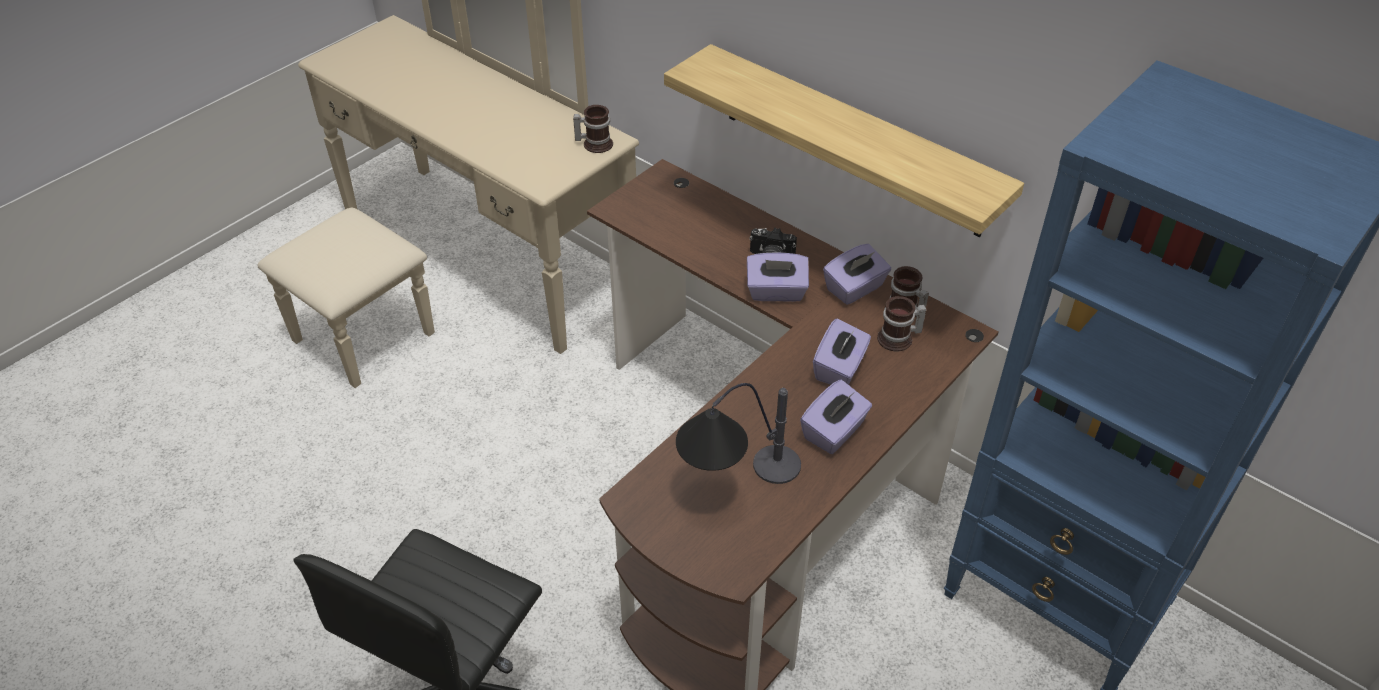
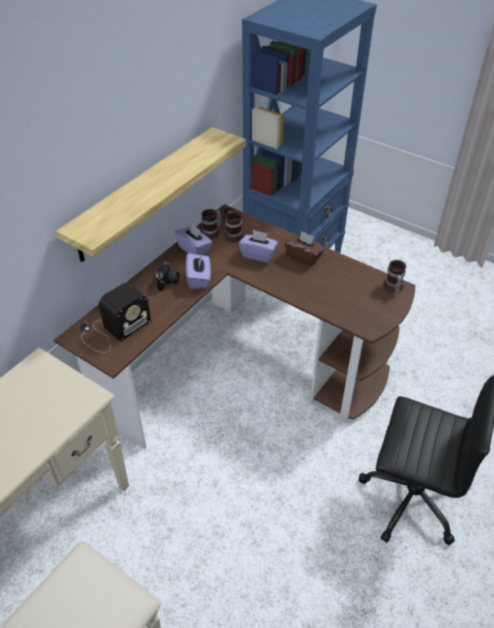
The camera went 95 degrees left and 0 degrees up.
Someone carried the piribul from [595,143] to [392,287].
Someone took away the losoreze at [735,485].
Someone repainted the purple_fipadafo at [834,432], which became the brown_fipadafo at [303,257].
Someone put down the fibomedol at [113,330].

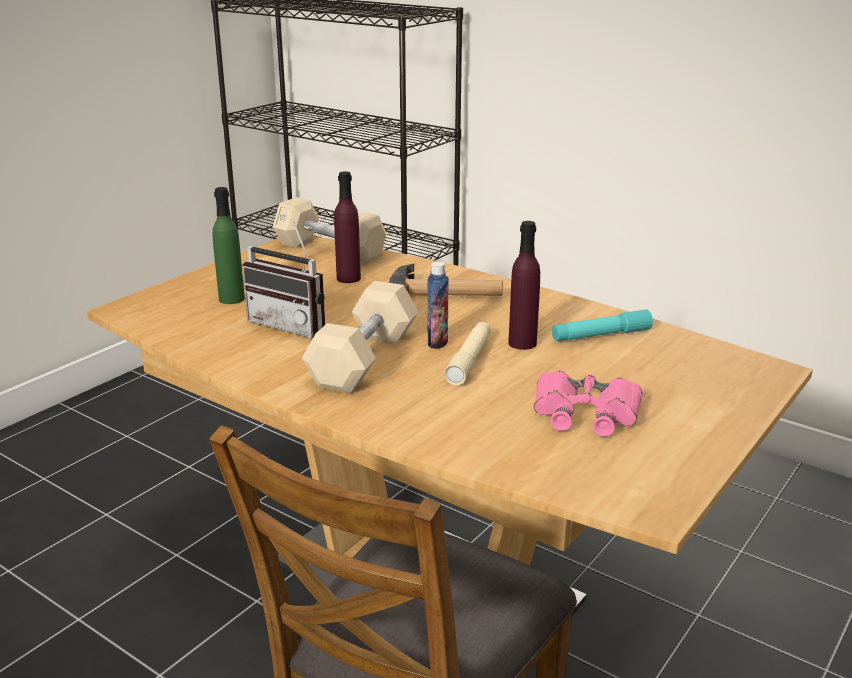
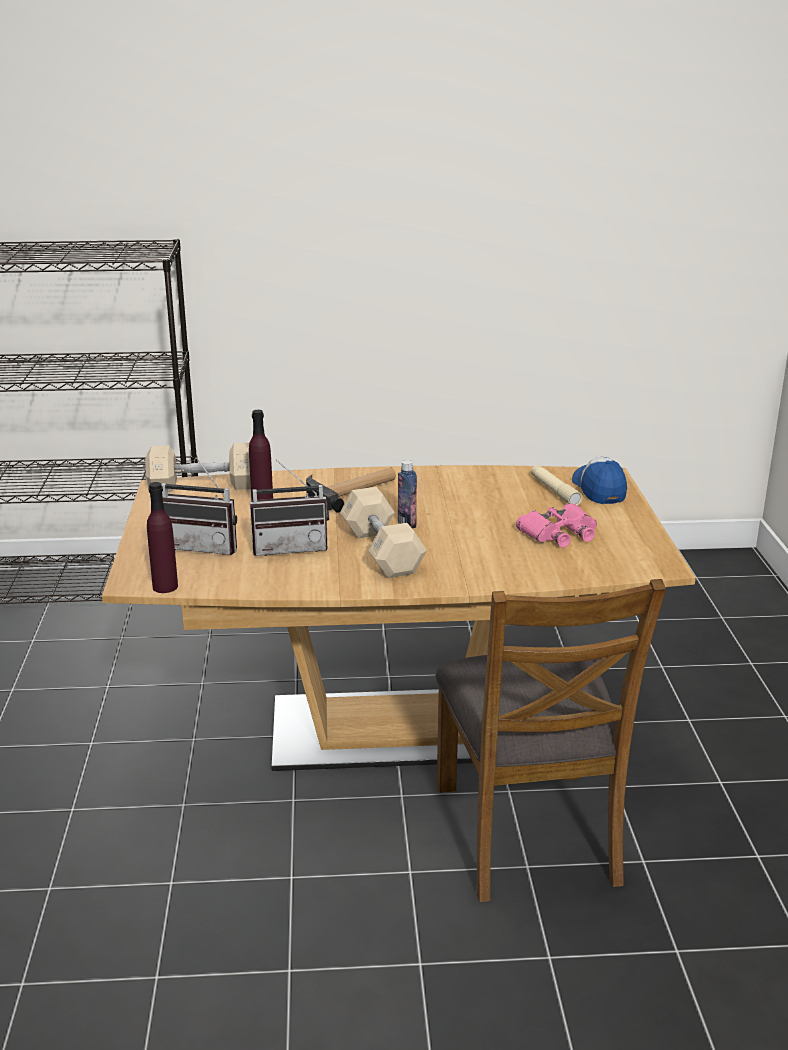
The camera went 40 degrees left and 0 degrees up.
Someone swapped the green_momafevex at [231,299] for the fibomedol at [204,546].
Someone carried the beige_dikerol from [469,360] to [554,491].
Someone carried the purple_momafevex from [522,343] to [165,587].
Someone took away the turquoise_dikerol at [601,335].
Someone put down the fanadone at [599,489].

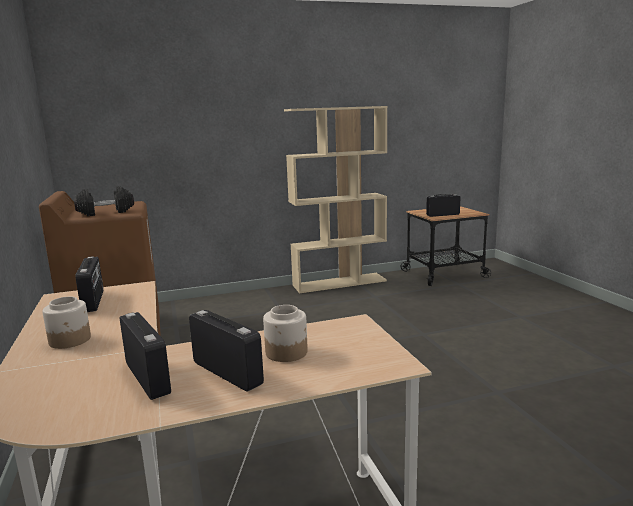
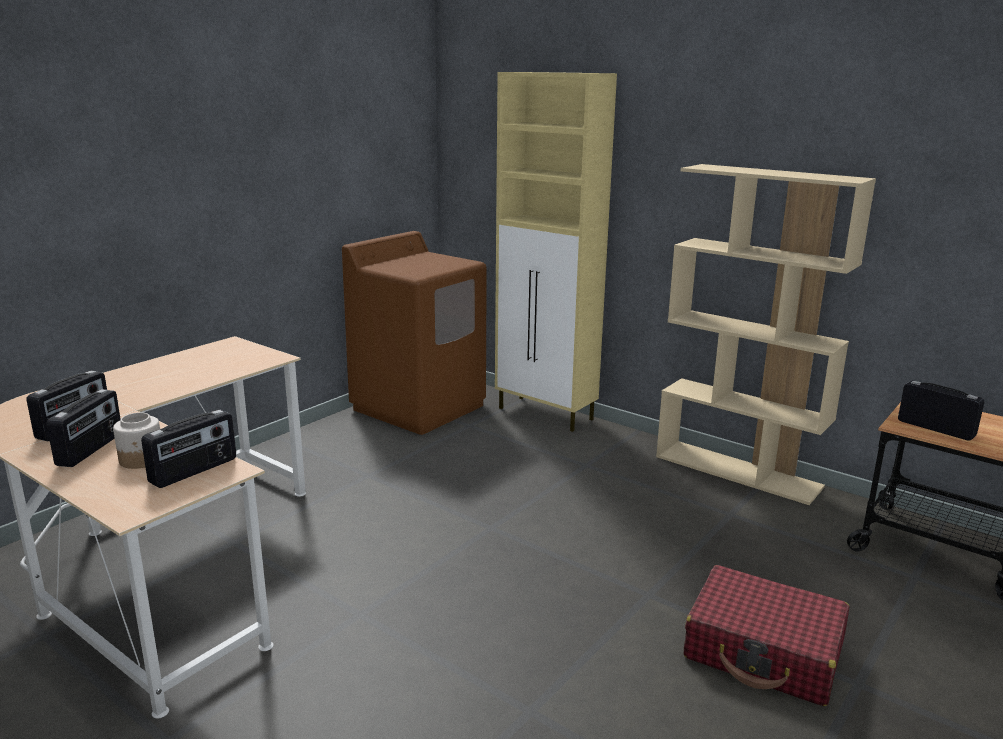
The camera went 55 degrees right and 5 degrees up.
Someone took away the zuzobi at [70,340].
Someone took away the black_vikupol at [106,212].
Someone carried the fibomedol from [94,301] to [194,471].
Someone put down the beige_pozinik at [546,414].
Someone put down the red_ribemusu at [764,651].

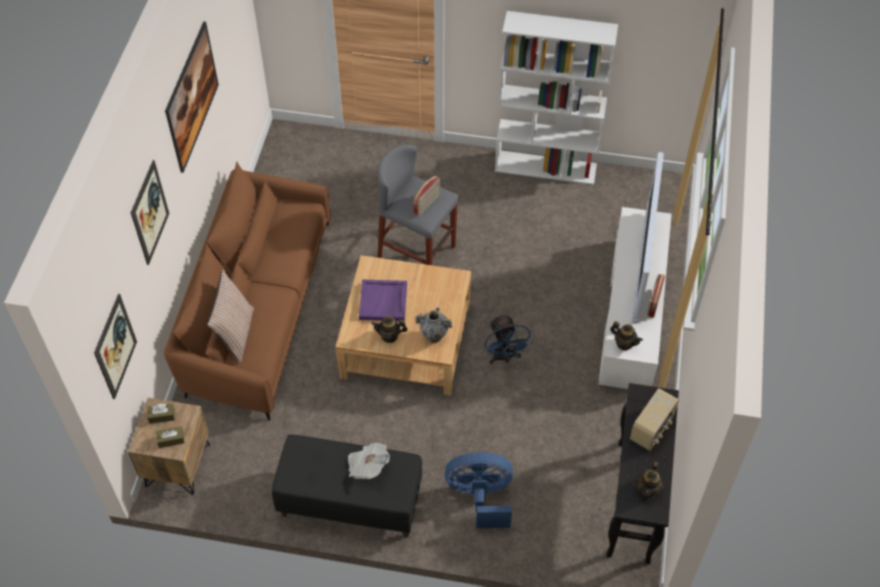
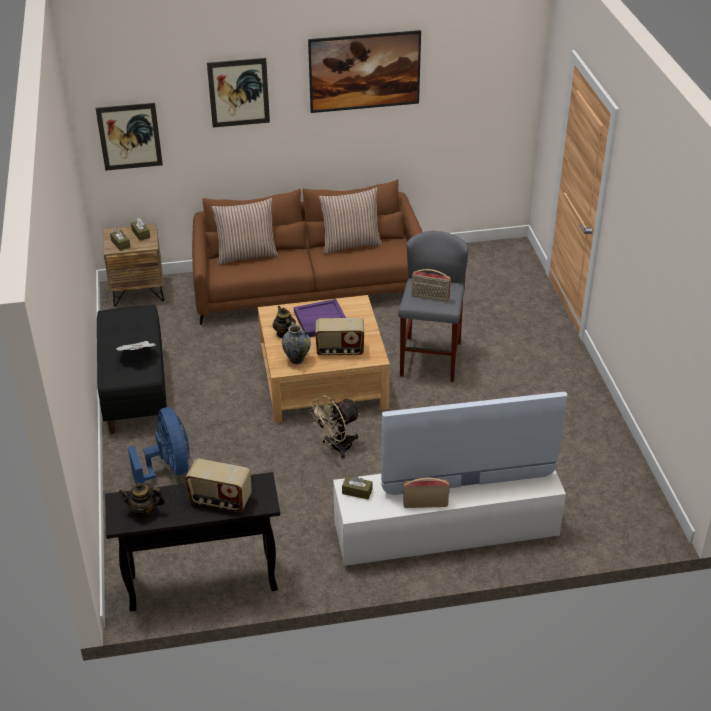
The camera went 70 degrees right and 15 degrees down.
Someone repainted the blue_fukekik at [504,357], which became the beige_fukekik at [336,447].
Someone took away the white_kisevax at [546,167].
Someone swapped the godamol at [624,343] for the brown_fipadafo at [357,491].
Someone put down the fibomedol at [340,350].
Someone put down the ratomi at [350,244].

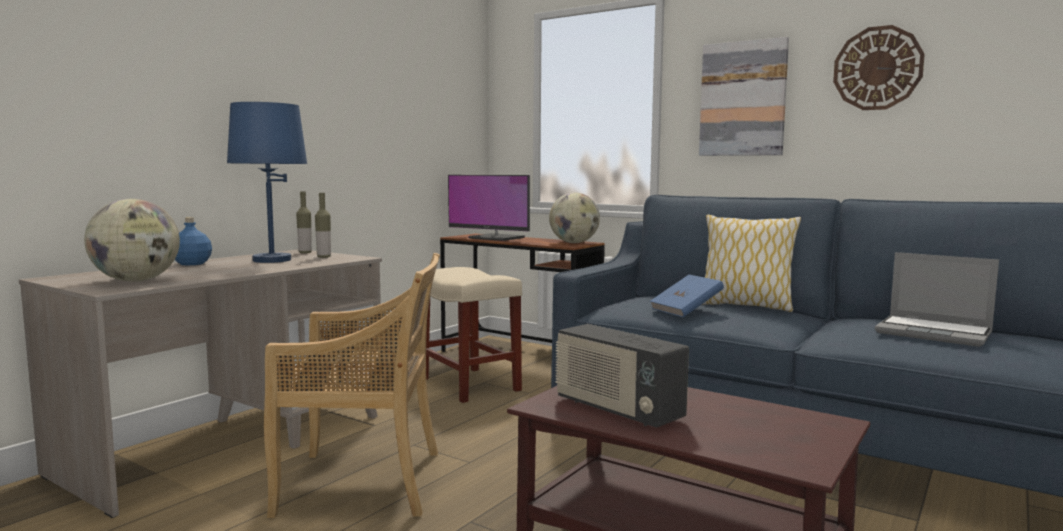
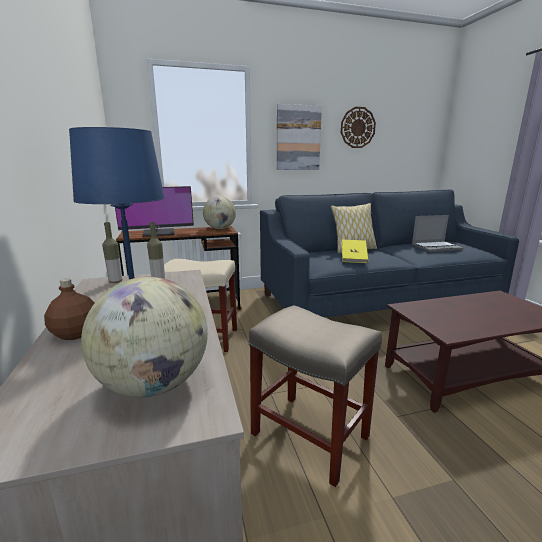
The camera went 50 degrees left and 10 degrees up.
Someone repainted the blue_momafevex at [192,264], which became the brown_momafevex at [76,333].
Someone swapped the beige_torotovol at [365,483] for the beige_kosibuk at [311,435].
Someone took away the fibomedol at [617,410].
Someone repainted the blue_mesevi at [686,311], which became the yellow_mesevi at [354,259].

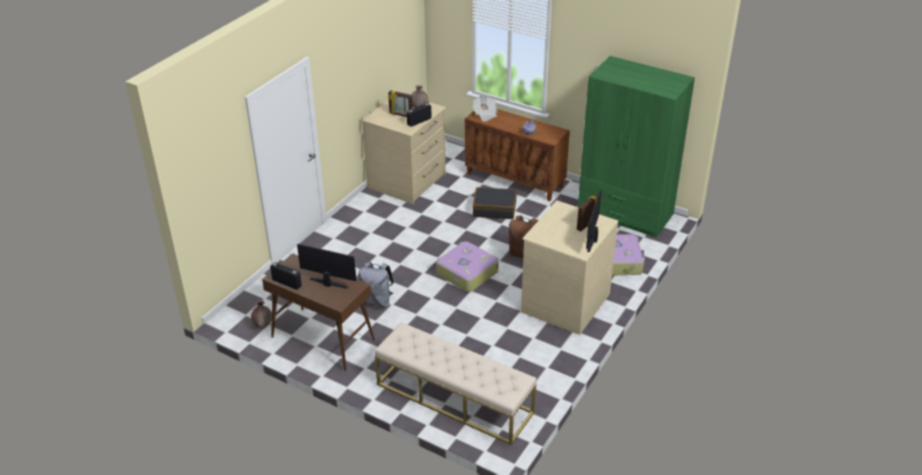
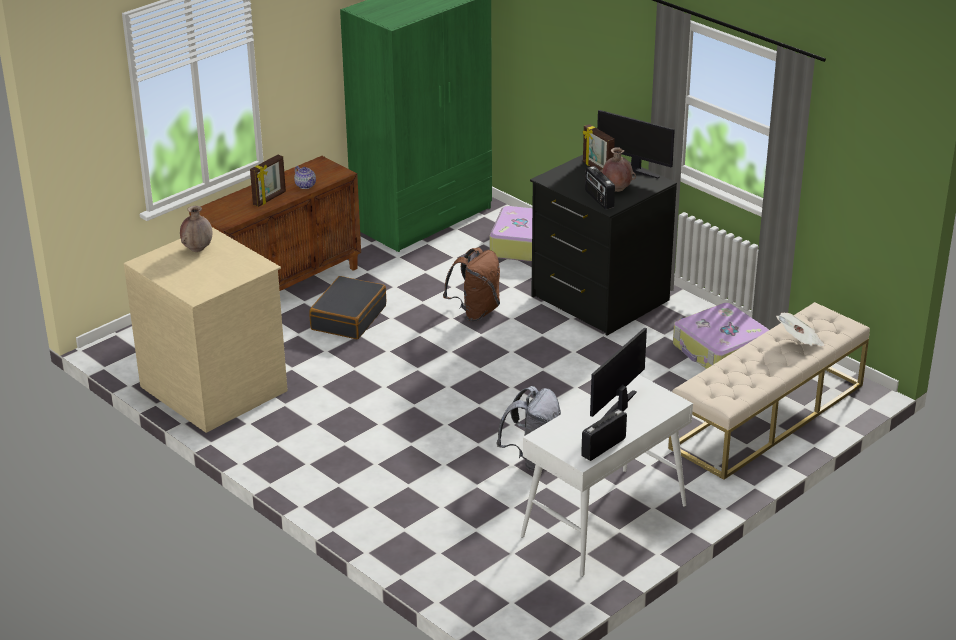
The camera went 75 degrees left and 5 degrees down.
Someone carried the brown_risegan from [263,325] to [616,189].
Someone repainted the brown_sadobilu at [322,339], which became the white_sadobilu at [604,522].
Someone carried the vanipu from [400,115] to [270,199].
Someone carried the fibomedol from [419,121] to [598,199].
Someone carried the ribemusu from [466,273] to [720,351].
Someone carried the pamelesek from [485,114] to [799,341].
Someone repainted the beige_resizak at [564,302], which became the black_resizak at [598,299].

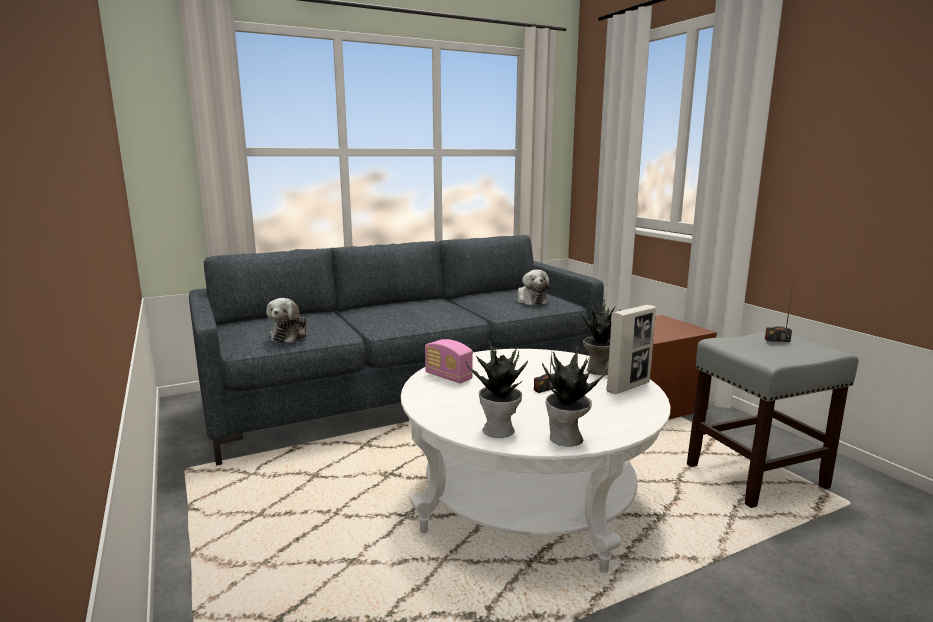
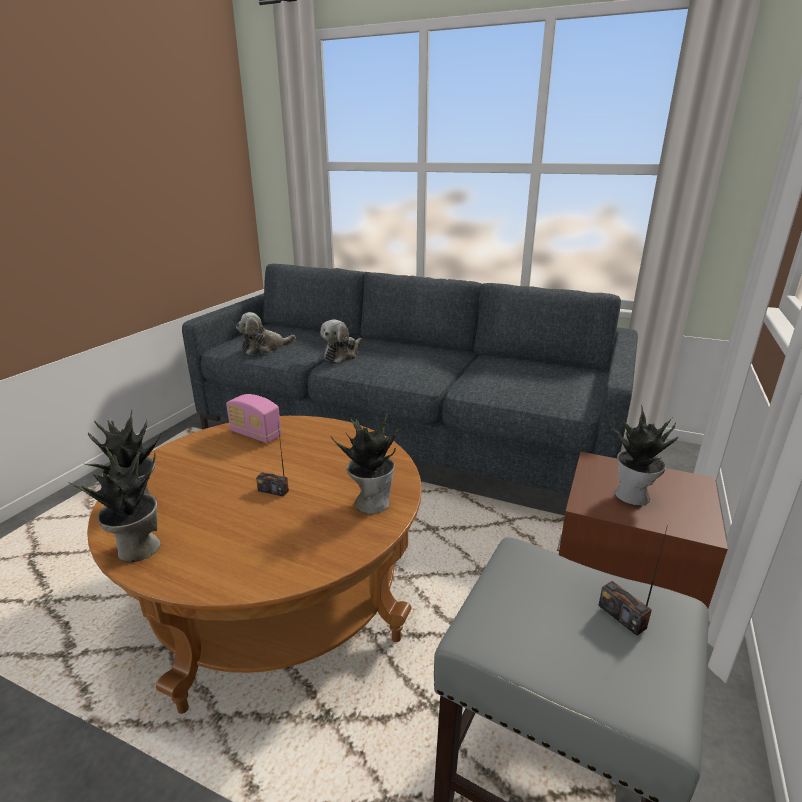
The camera went 50 degrees right and 10 degrees up.
Someone repainted the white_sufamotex at [529,500], which became the brown_sufamotex at [279,597].
Someone rotated the fibomedol at [448,377] by 60 degrees counterclockwise.
Someone carried the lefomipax from [530,300] to [342,355].
Someone took away the vanipu at [628,387].
Someone put down the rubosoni at [633,496].

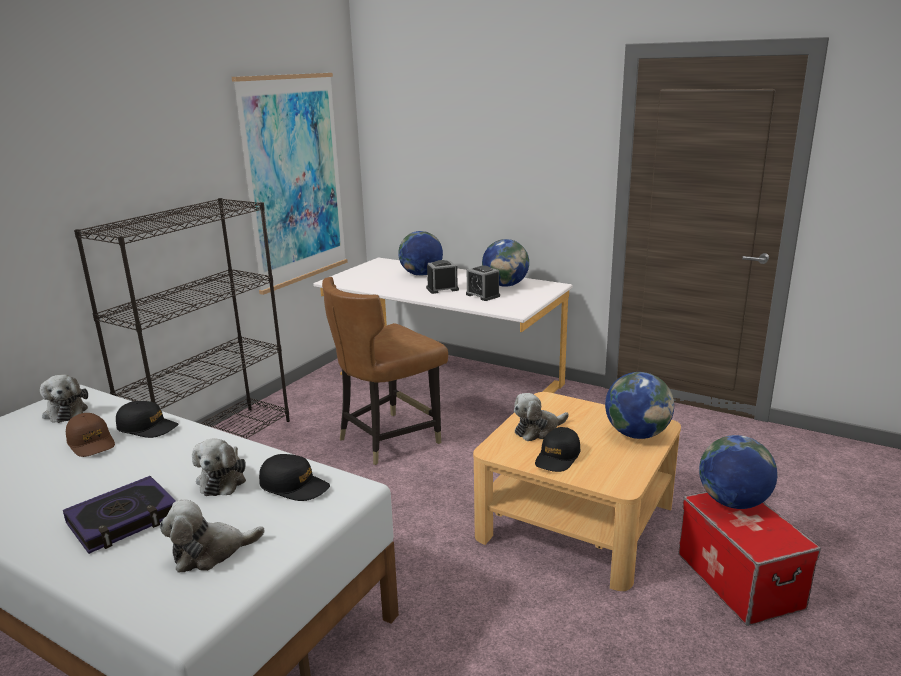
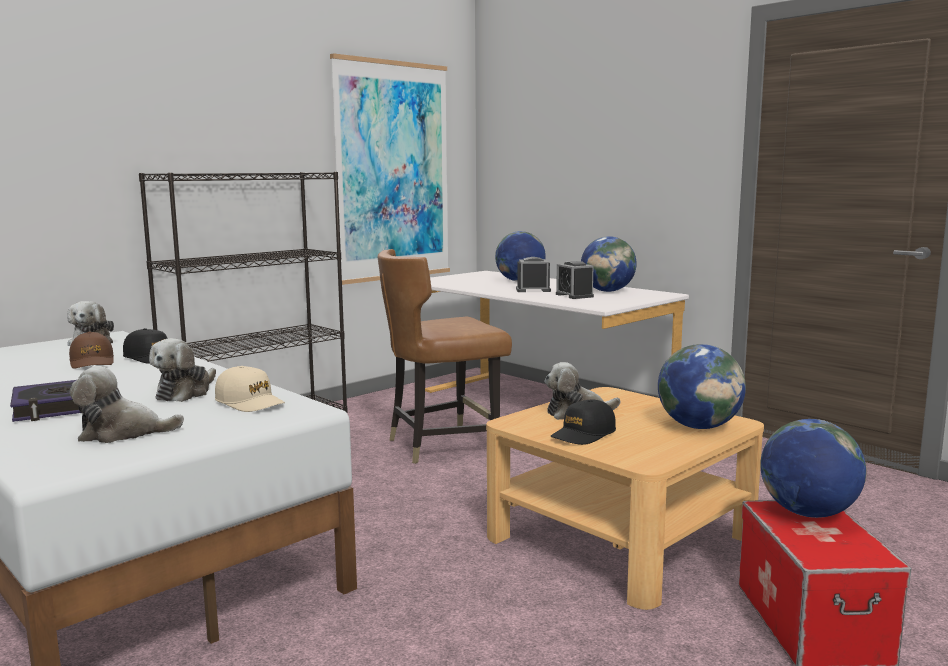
The camera went 15 degrees right and 10 degrees down.
Someone repainted the black_fanadone at [294,486], which became the beige_fanadone at [250,402].

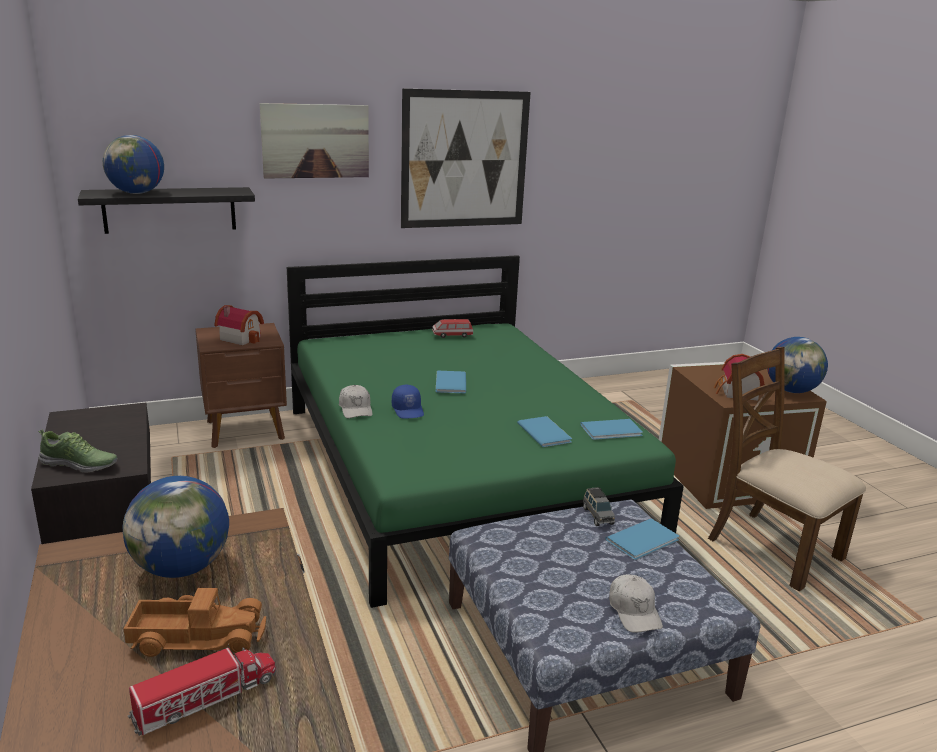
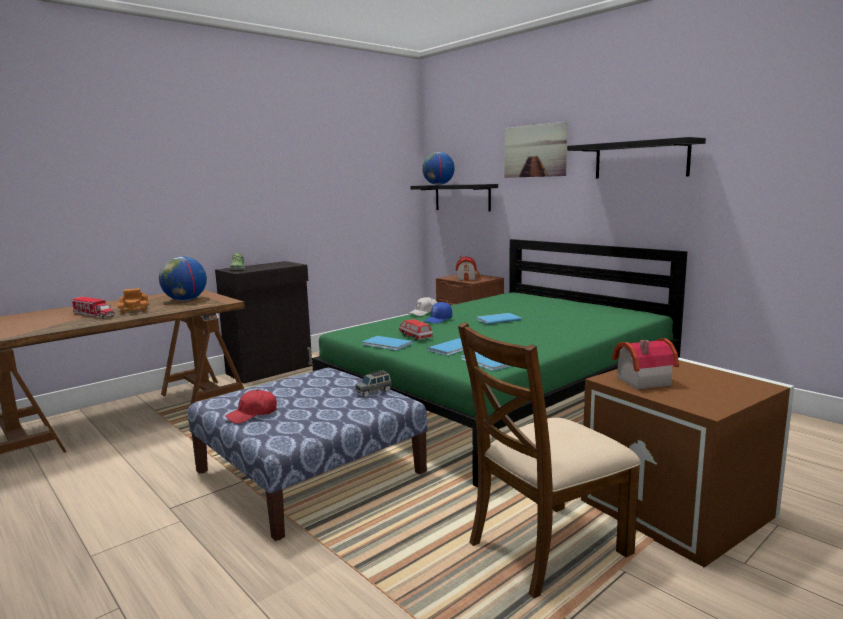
The camera went 70 degrees right and 10 degrees down.
Someone swapped the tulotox at [465,160] for the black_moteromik at [641,160].
Someone carried the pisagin from [452,335] to [415,337].
Someone carried the blue_mesevi from [645,540] to [387,344].
Someone repainted the white_fanadone at [634,611], which became the red_fanadone at [252,414].
Someone rotated the brown_torotovol at [772,548] by 150 degrees counterclockwise.
Someone took away the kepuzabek at [791,391].

